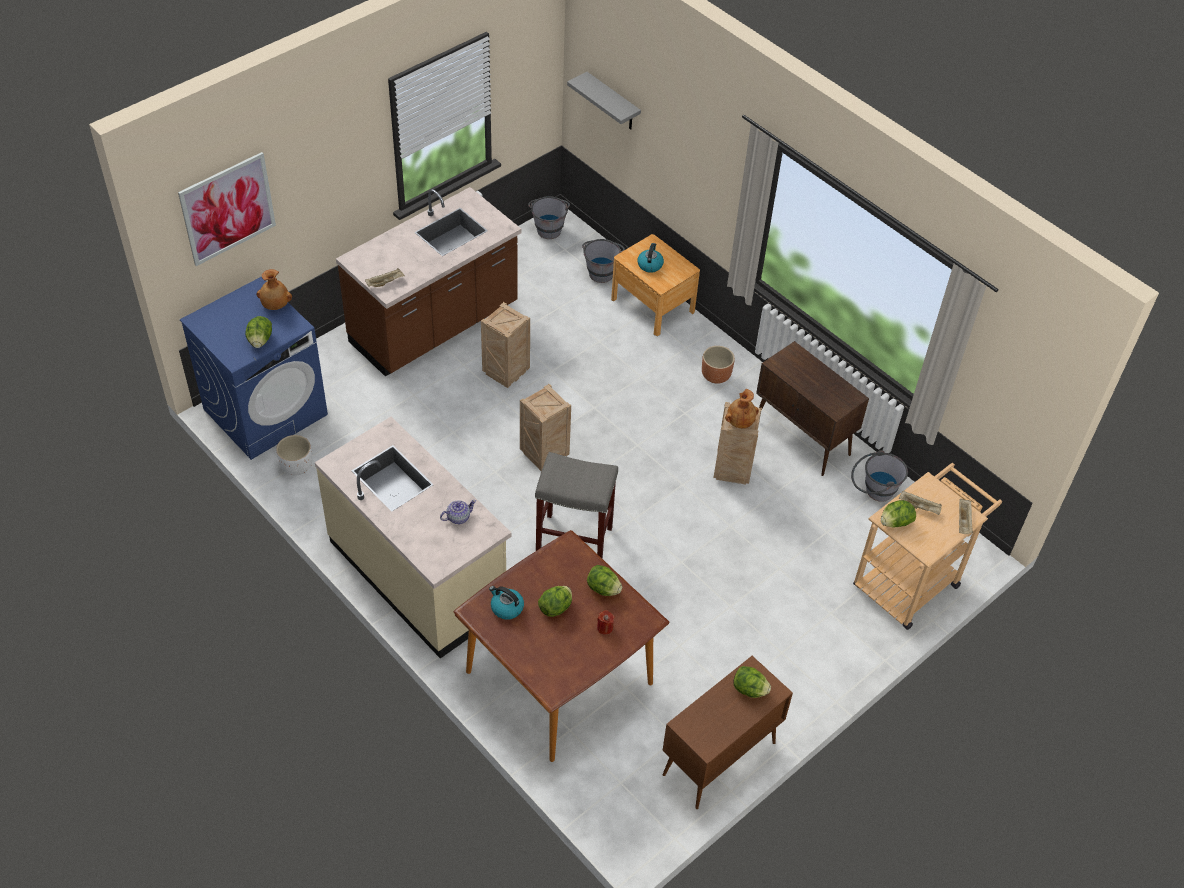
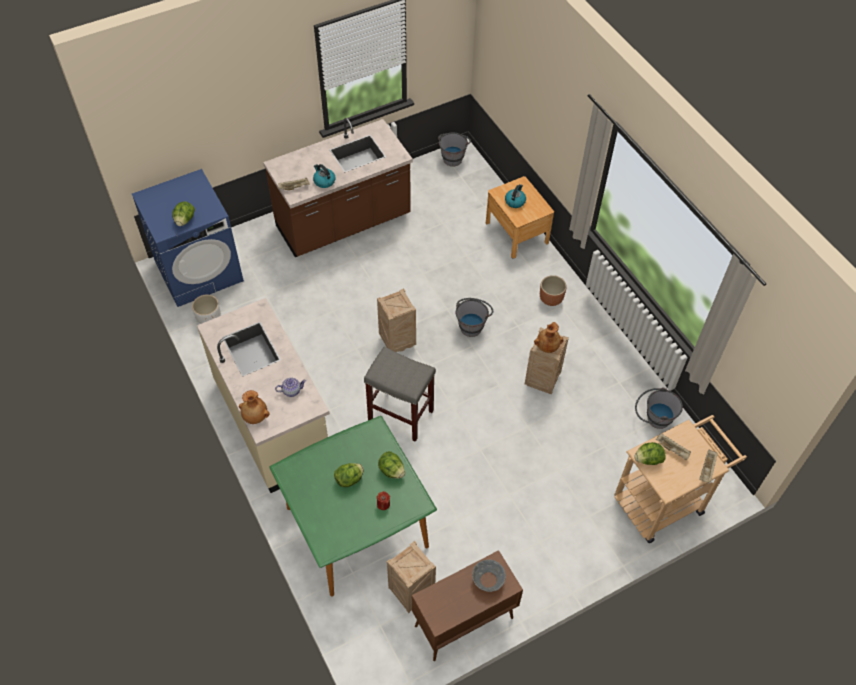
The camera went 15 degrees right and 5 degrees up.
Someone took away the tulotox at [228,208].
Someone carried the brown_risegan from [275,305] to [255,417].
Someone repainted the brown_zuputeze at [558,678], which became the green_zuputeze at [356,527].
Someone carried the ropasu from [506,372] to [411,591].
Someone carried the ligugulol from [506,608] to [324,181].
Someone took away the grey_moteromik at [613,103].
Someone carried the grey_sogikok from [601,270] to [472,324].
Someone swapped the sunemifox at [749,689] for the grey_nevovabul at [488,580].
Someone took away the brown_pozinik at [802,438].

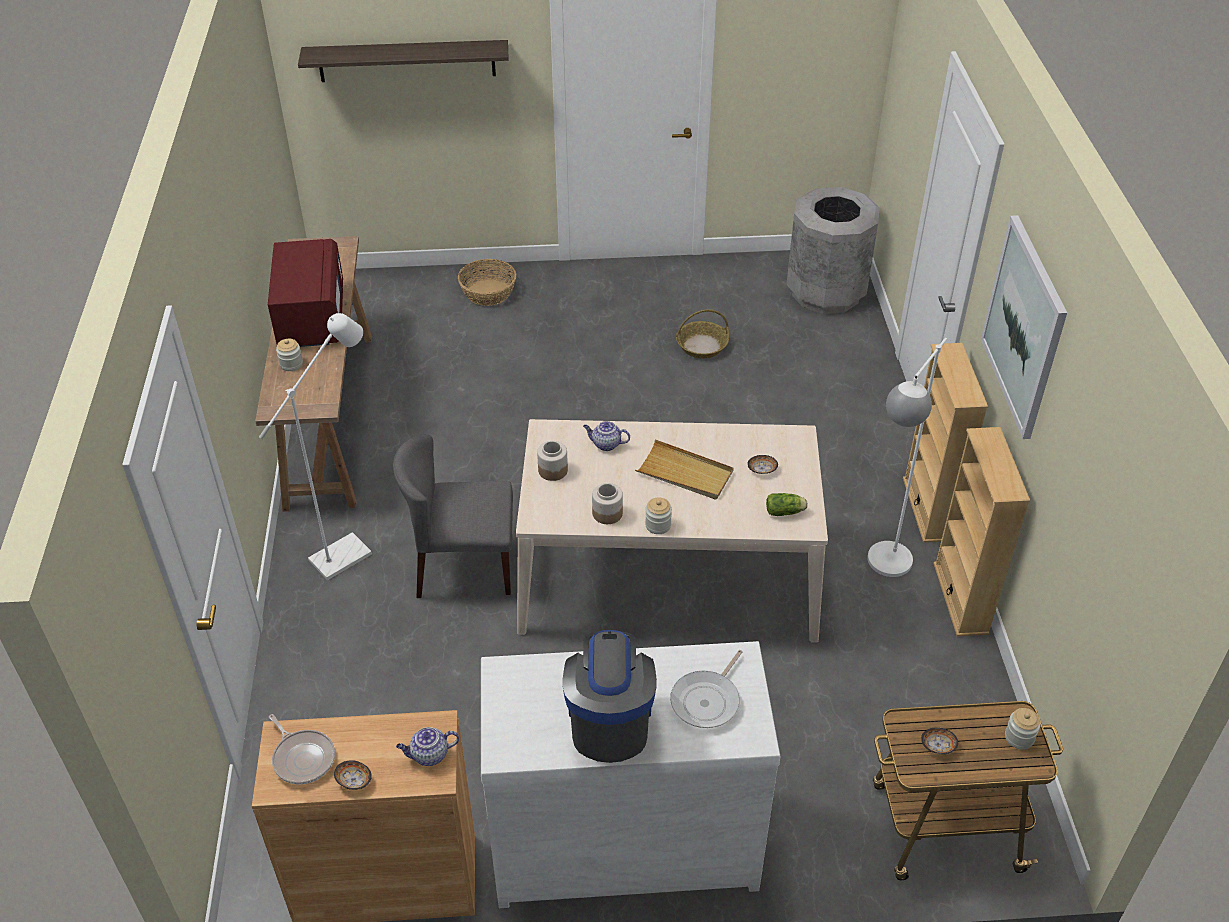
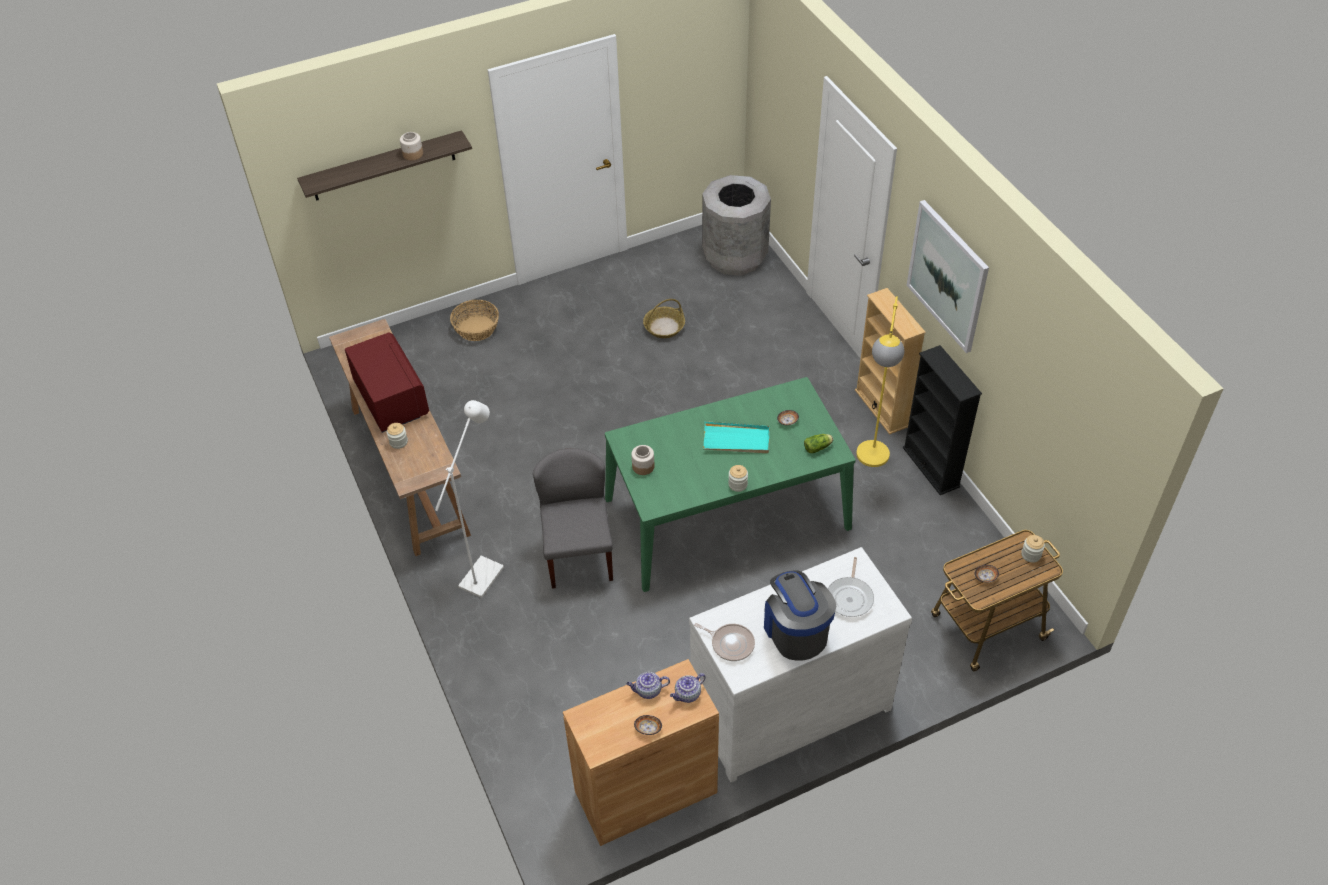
The camera went 20 degrees left and 5 degrees up.
Someone carried the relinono from [303,758] to [730,643].
Someone rotated the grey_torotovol at [464,567] by 105 degrees clockwise.
Someone repainted the beige_zuputeze at [667,574], which became the green_zuputeze at [727,513].
Someone carried the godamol from [606,444] to [648,691].
Someone carried the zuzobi from [607,513] to [412,154].
Someone repainted the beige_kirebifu at [685,473], which became the turquoise_kirebifu at [736,440].
Someone repainted the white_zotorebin at [882,570], which became the yellow_zotorebin at [871,463].
Someone repainted the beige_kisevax at [960,598], which became the black_kisevax at [931,467].

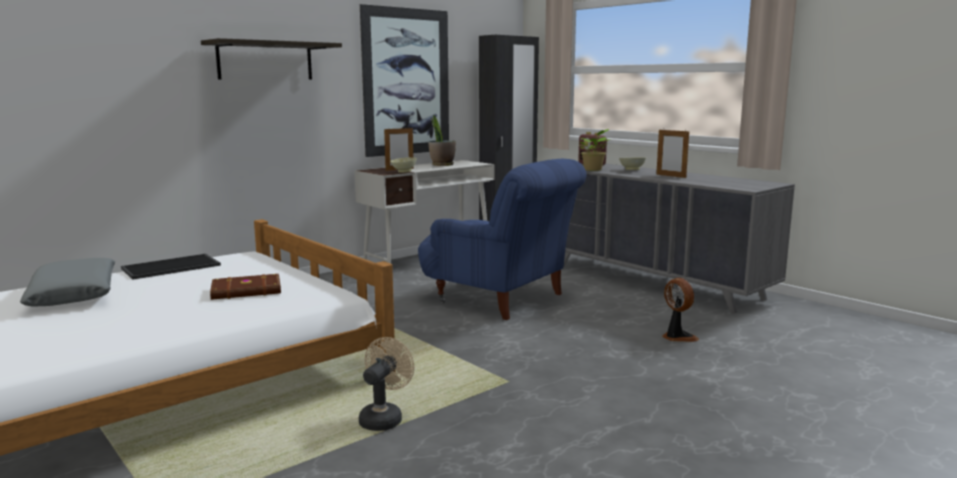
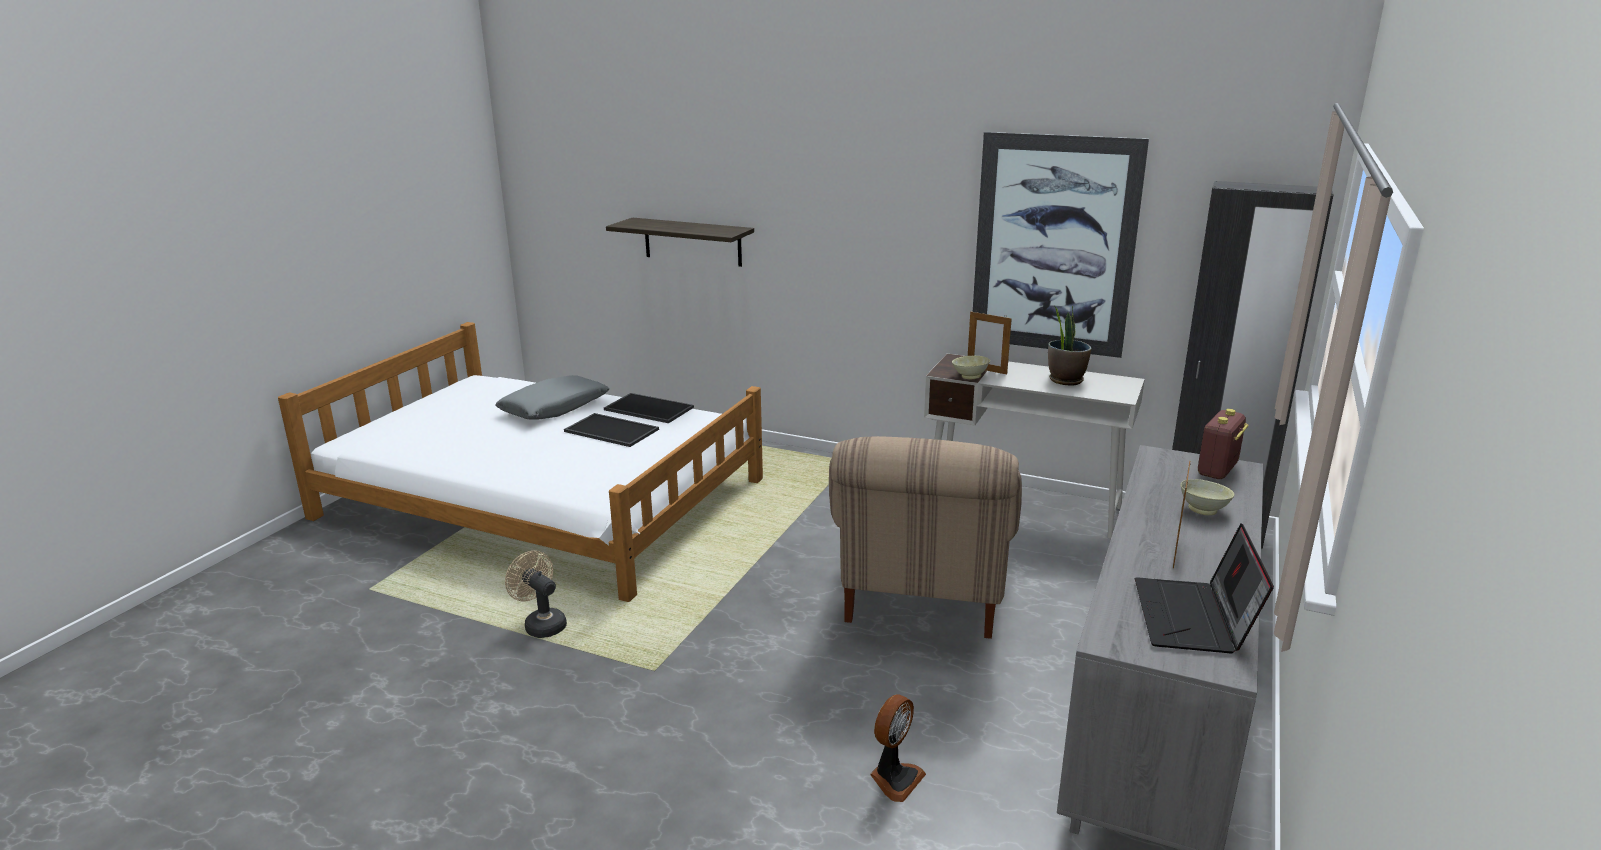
The camera went 65 degrees right and 10 degrees up.
Someone carried the moteromik from [265,61] to [692,242].
Someone took away the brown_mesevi at [247,291].
Someone rotated the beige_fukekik at [384,418] by 135 degrees counterclockwise.
Someone repainted the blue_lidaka at [501,298], which became the beige_lidaka at [923,597].
Someone took away the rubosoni at [593,170].
Someone put down the kirebifu at [610,431].
Someone put down the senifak at [1194,618].

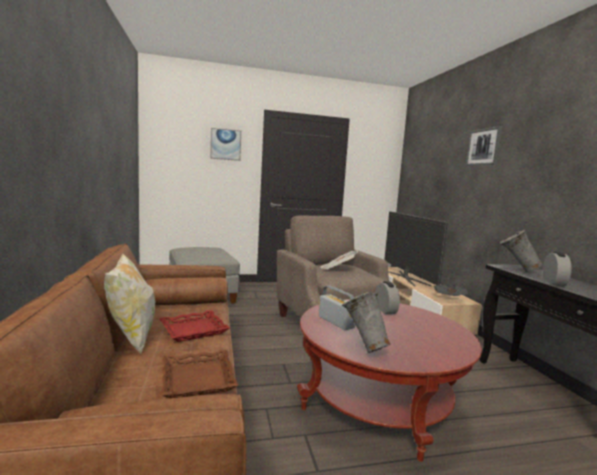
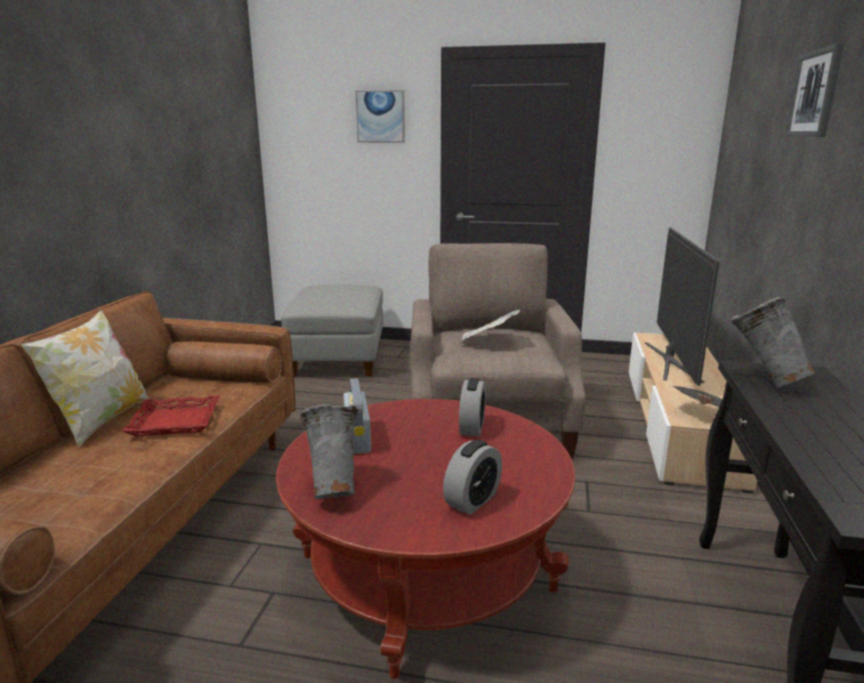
The camera went 25 degrees right and 10 degrees up.
Someone took away the brown_kirebifu at [199,379].
Someone carried the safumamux from [554,282] to [472,500].

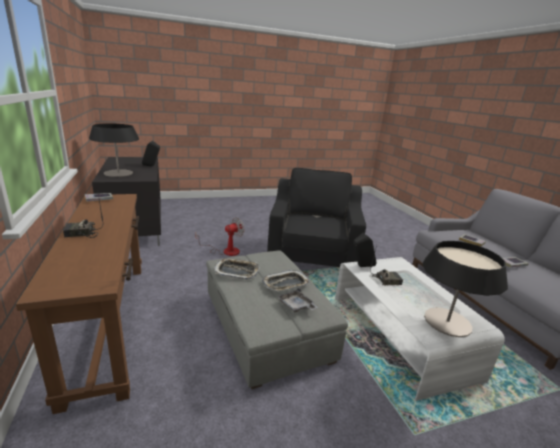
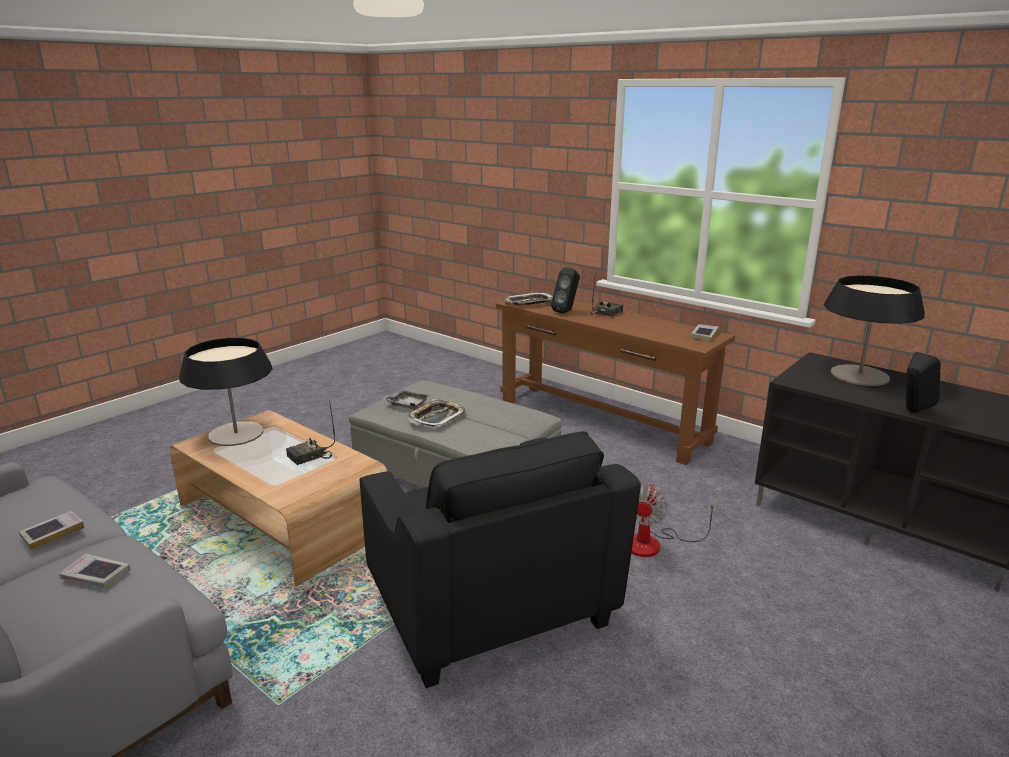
The camera went 150 degrees right and 0 degrees up.
Someone carried the kirebifu from [236,271] to [529,303].
Someone repainted the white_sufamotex at [400,335], which became the brown_sufamotex at [283,518].
Someone carried the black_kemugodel from [361,266] to [566,311].

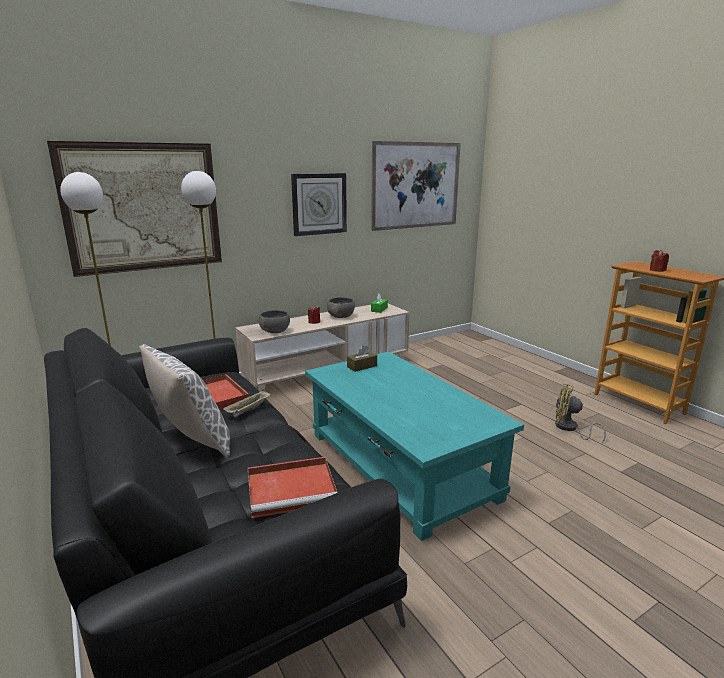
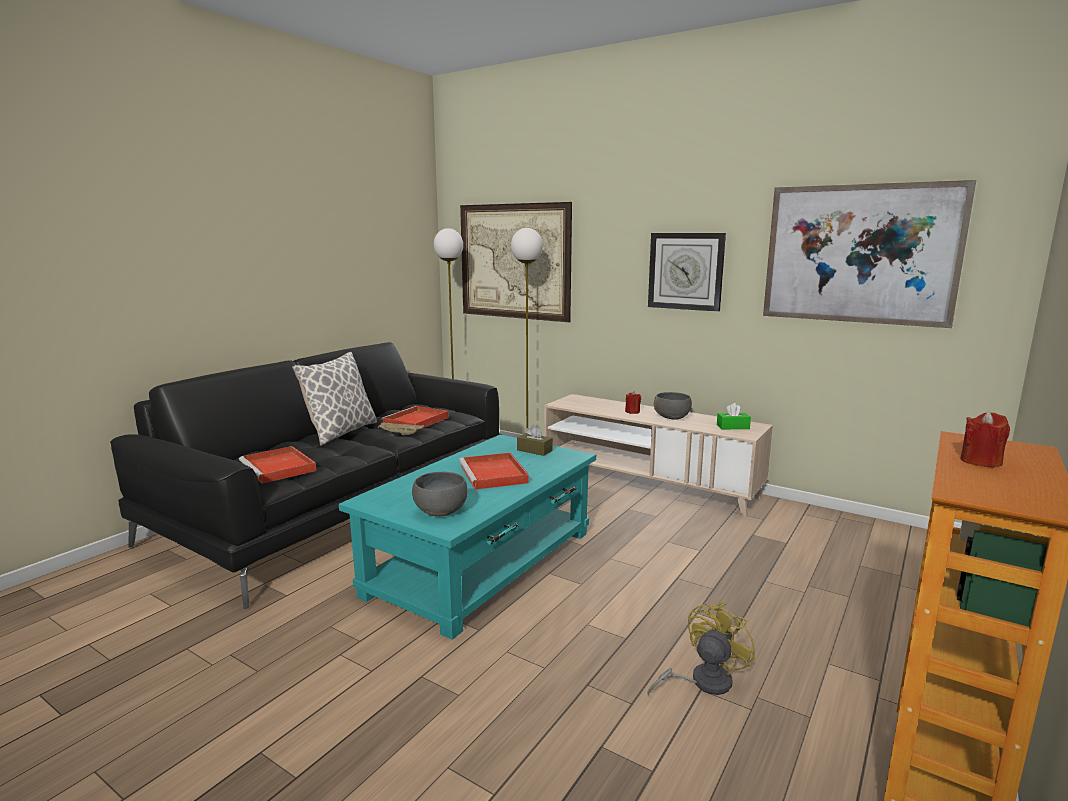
The camera went 65 degrees right and 5 degrees down.
Someone carried the grey_nevovabul from [274,331] to [440,511].
Someone rotated the yellow_fukekik at [569,428] by 45 degrees clockwise.
Someone put down the red_kirebifu at [494,474].

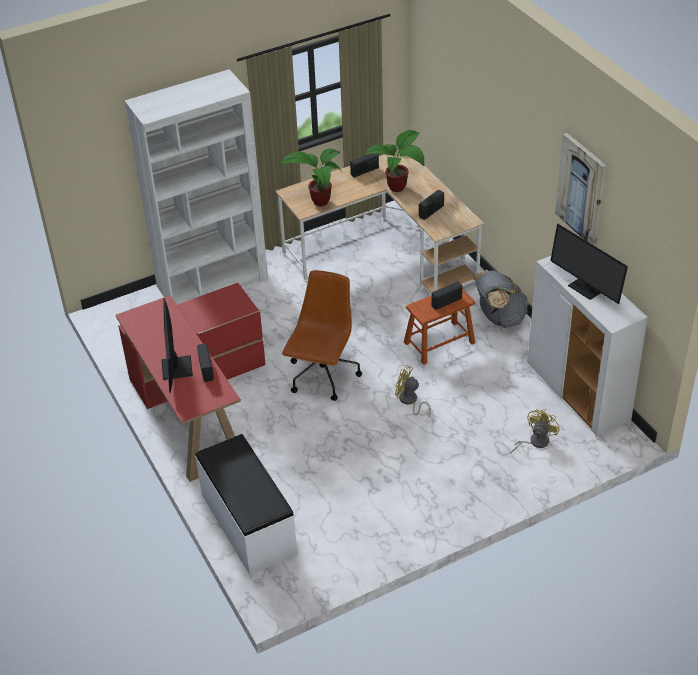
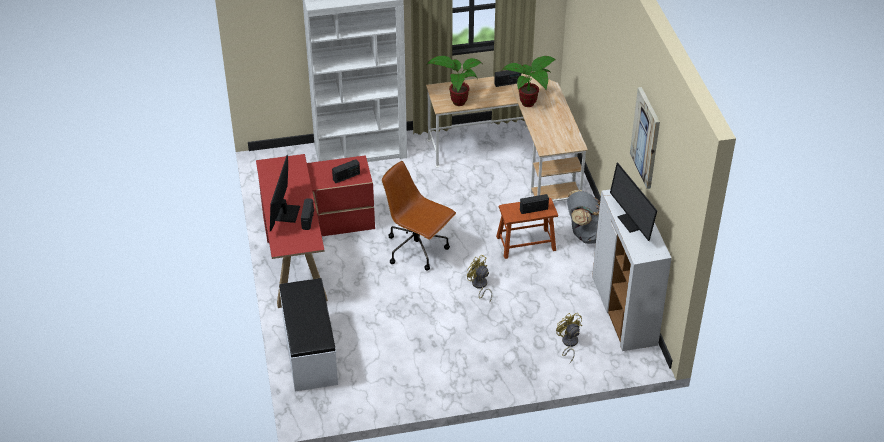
The camera went 15 degrees right and 0 degrees up.
Someone rotated the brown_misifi at [323,377] by 90 degrees counterclockwise.
Someone carried the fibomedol from [431,211] to [346,177].
Someone rotated the yellow_fukekik at [535,442] by 75 degrees counterclockwise.

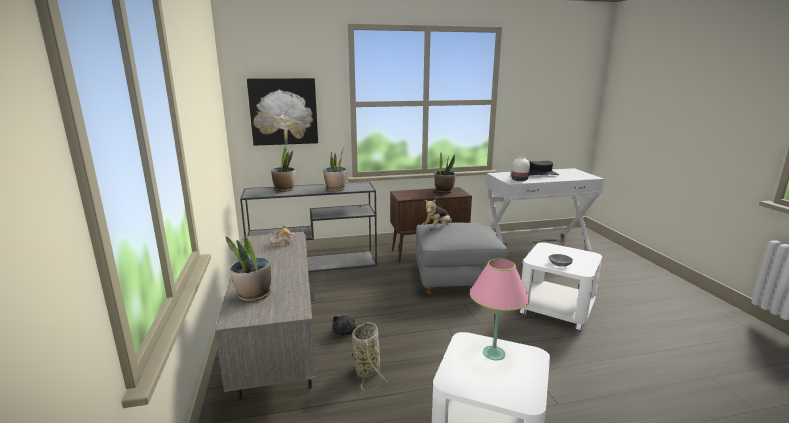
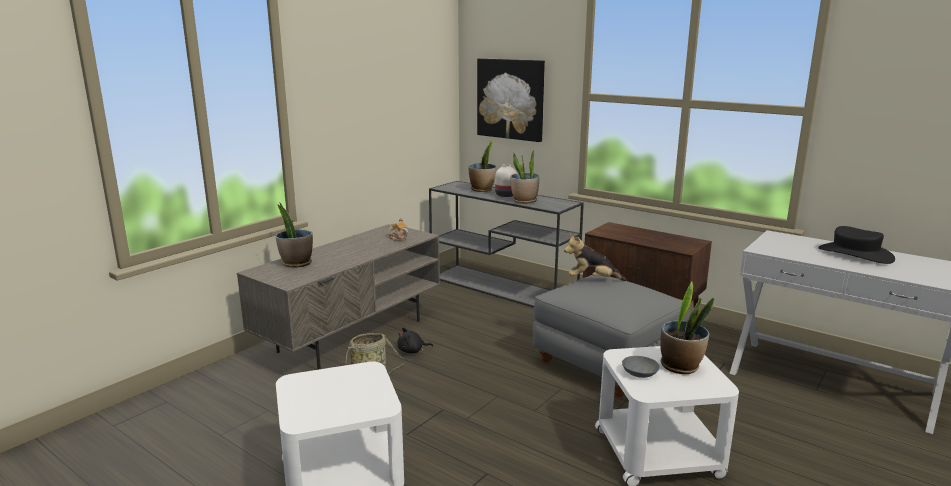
The camera went 50 degrees right and 0 degrees up.
Someone carried the rubosoni from [444,191] to [680,366].
Someone took away the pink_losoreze at [494,353].
Someone carried the white_risegan from [519,180] to [505,195].

